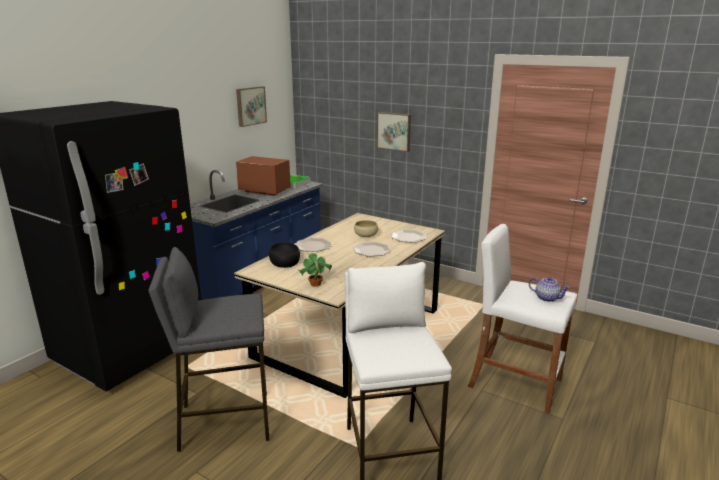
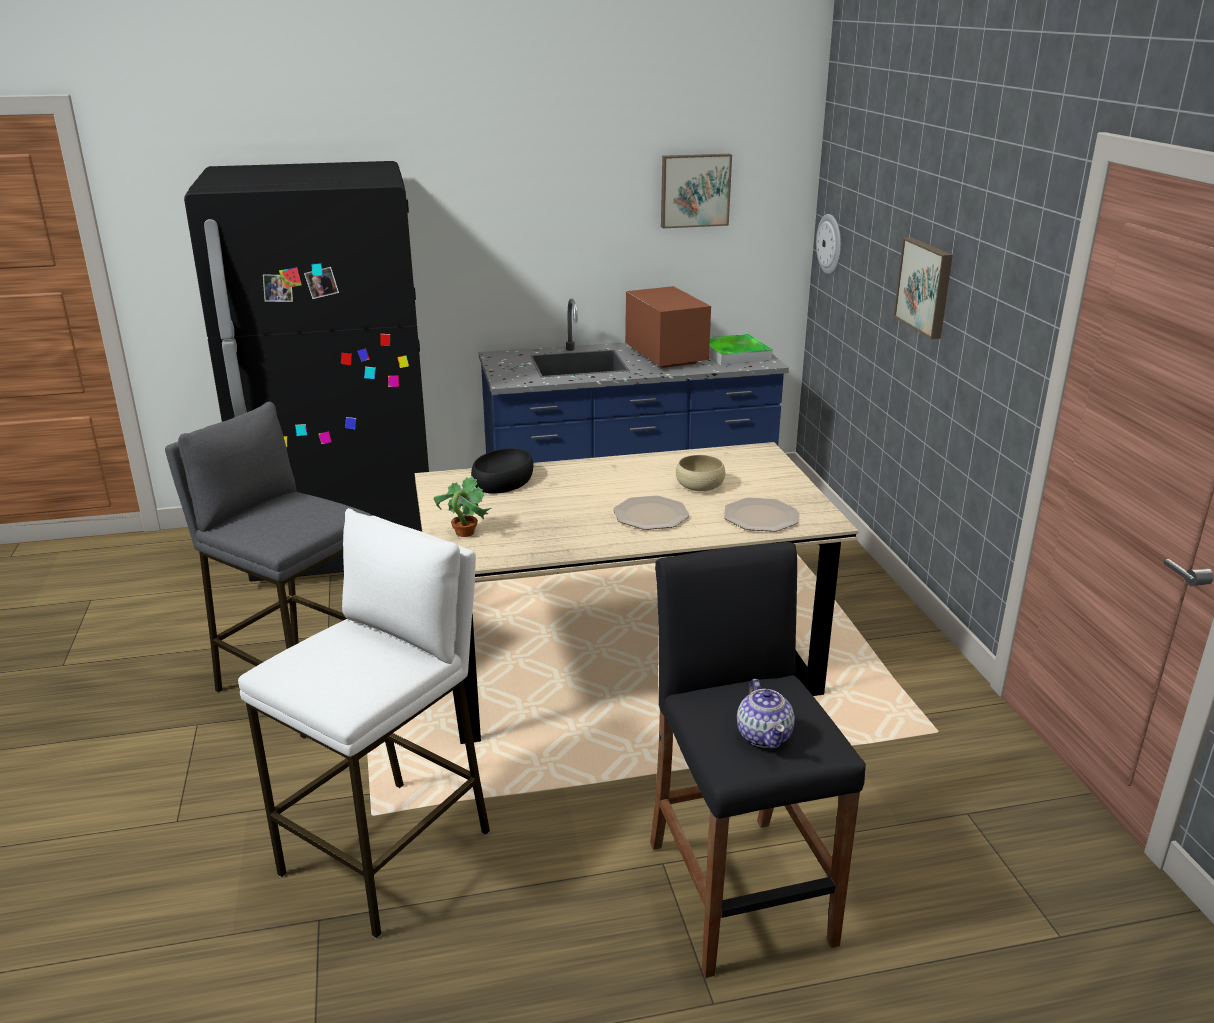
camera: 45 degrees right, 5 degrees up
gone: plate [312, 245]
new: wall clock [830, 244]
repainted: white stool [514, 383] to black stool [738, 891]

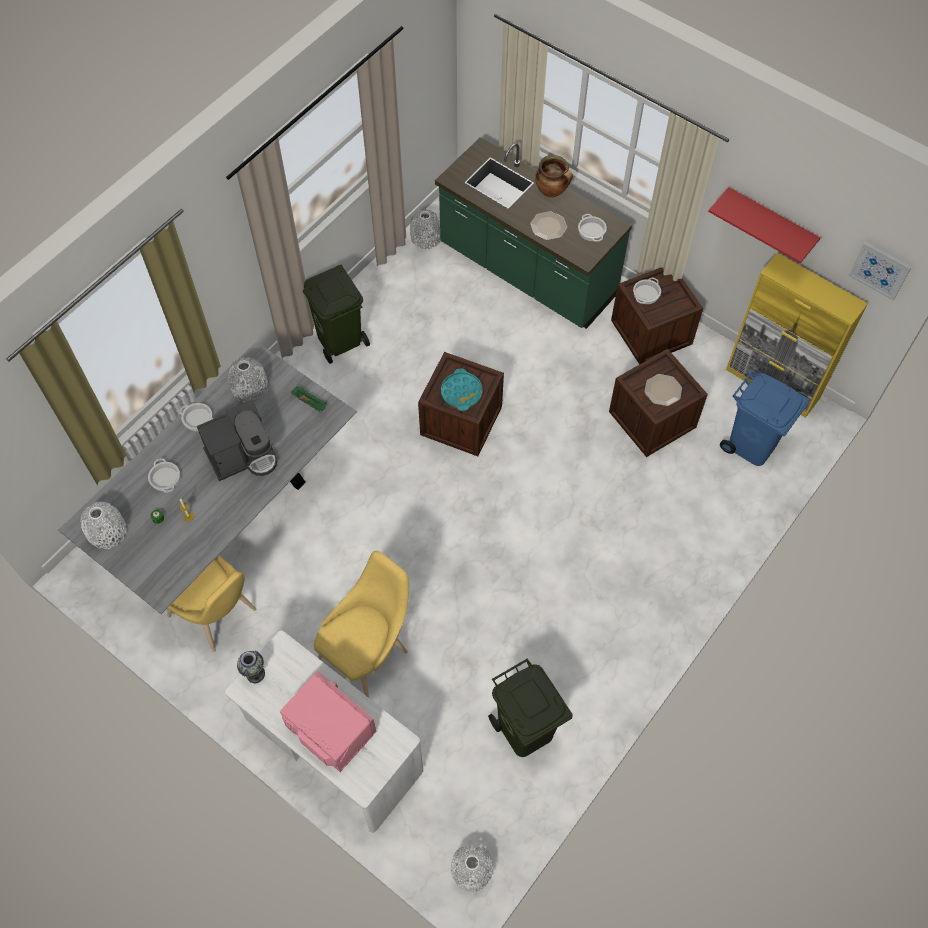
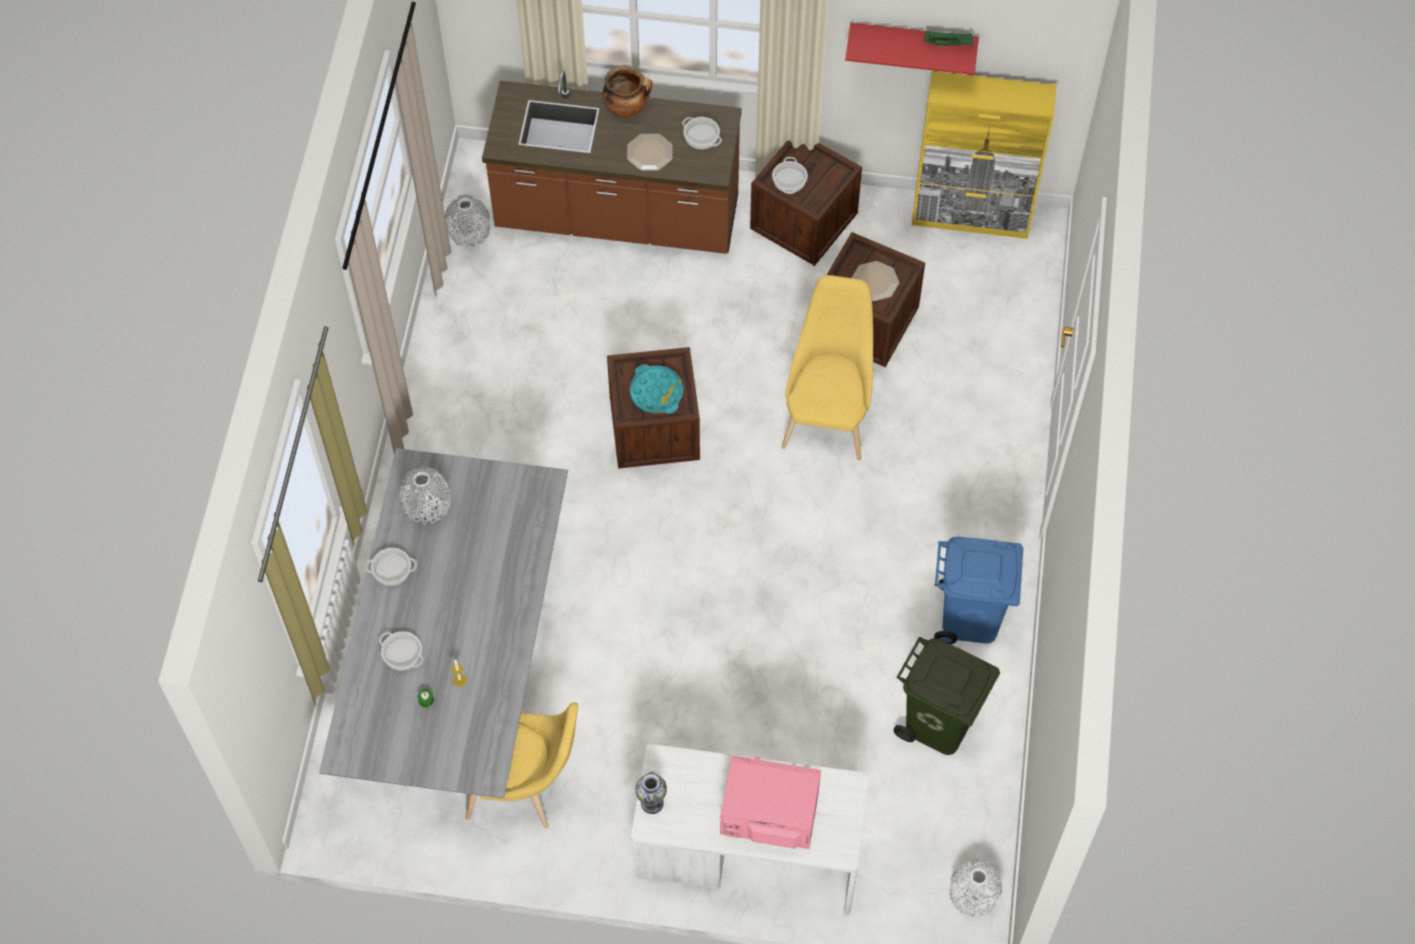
camera: 30 degrees left, 0 degrees up
gone: white vase [107, 532]; coffee machine [243, 456]; green trash can [340, 339]; picture [880, 270]
shifted: green tray [310, 403] to [948, 44]; yellow chair [368, 652] to [828, 415]; blue trash can [751, 445] to [970, 619]
repainted: green counter [527, 272] to brown counter [617, 217]

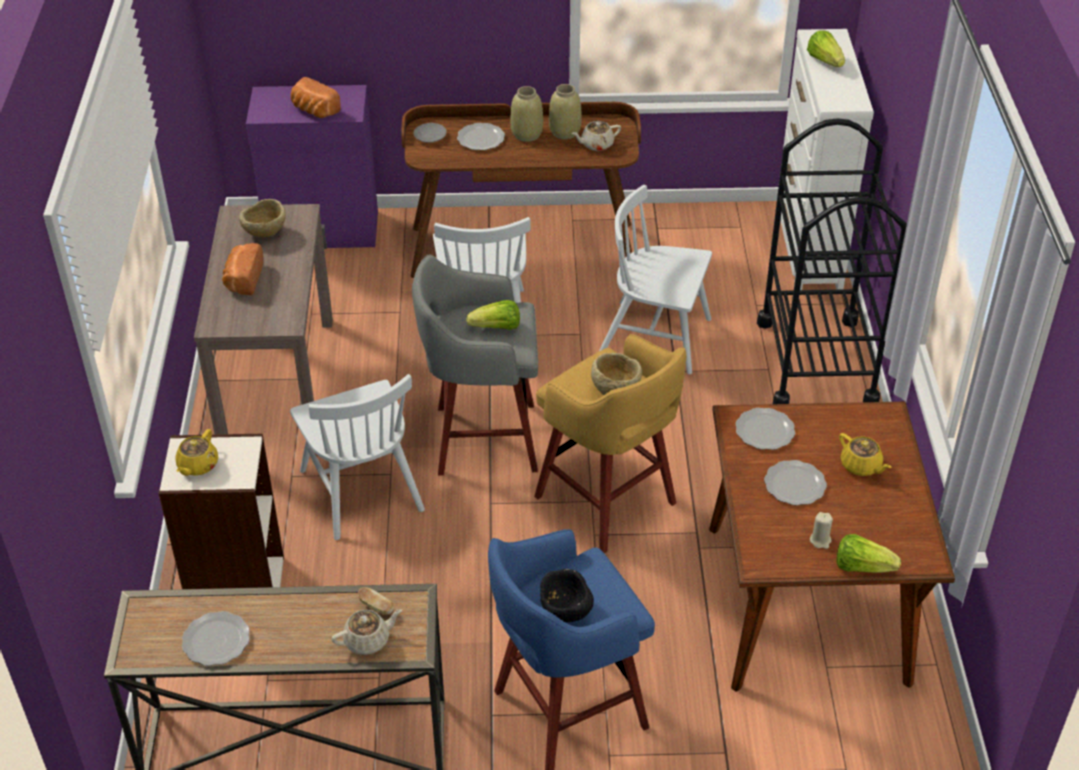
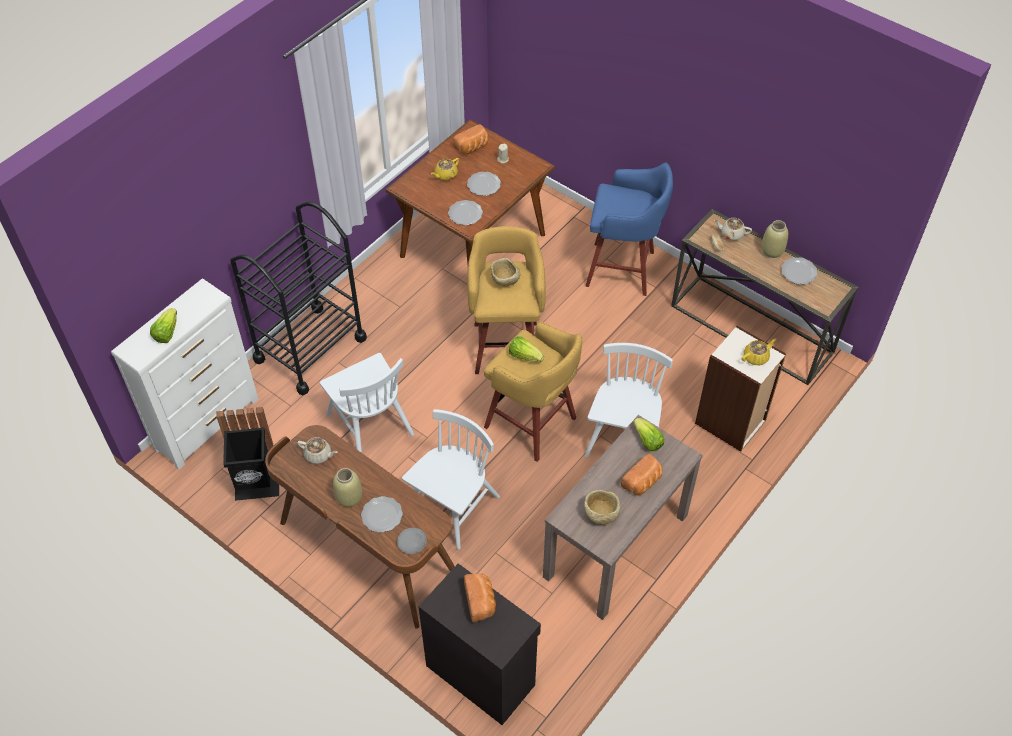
camera: 140 degrees left, 10 degrees up
gone: black bowl [565, 612]
new: black trash can [257, 484]; bread [472, 147]
shifted: beige vase [565, 132] to [771, 251]; lettuce [862, 567] to [647, 441]
repainted: purple cabinet [323, 231] to black cabinet [481, 673]; grey stool [482, 438] to yellow stool [532, 424]
rotated: yellow teapot [861, 466] = [445, 175] 135 degrees counterclockwise

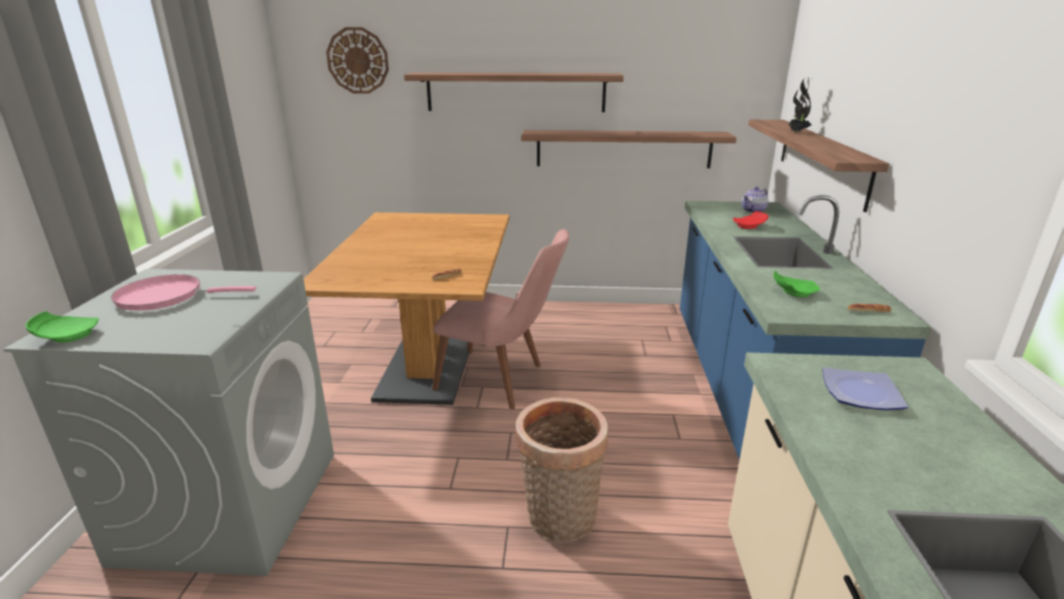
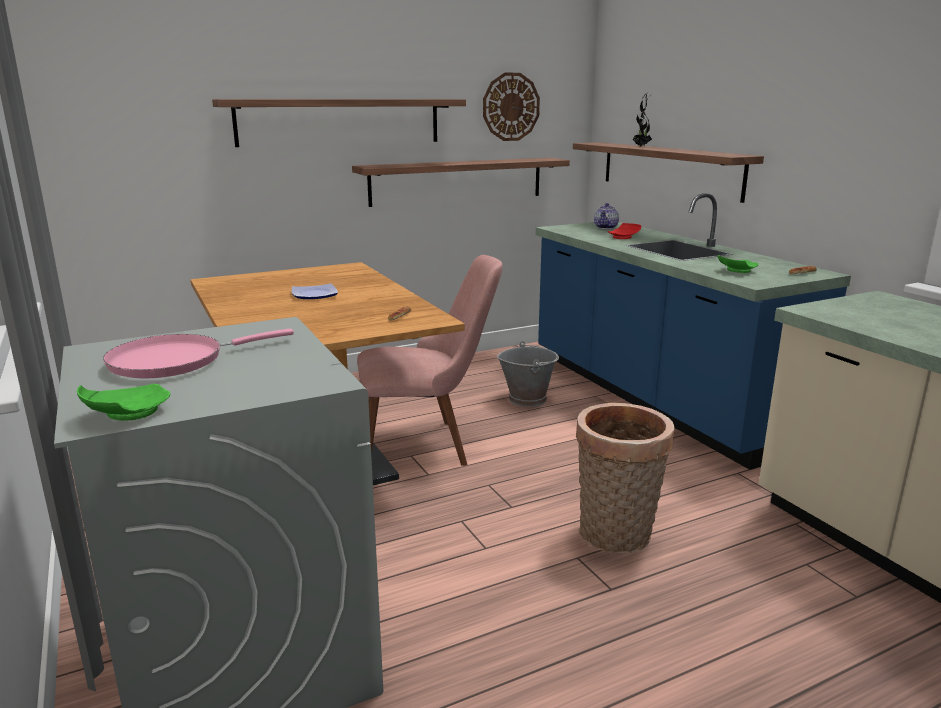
camera: 30 degrees left, 5 degrees down
new: grey bucket [527, 399]
shifted: wall clock [358, 60] to [511, 107]; plate [859, 394] to [314, 295]

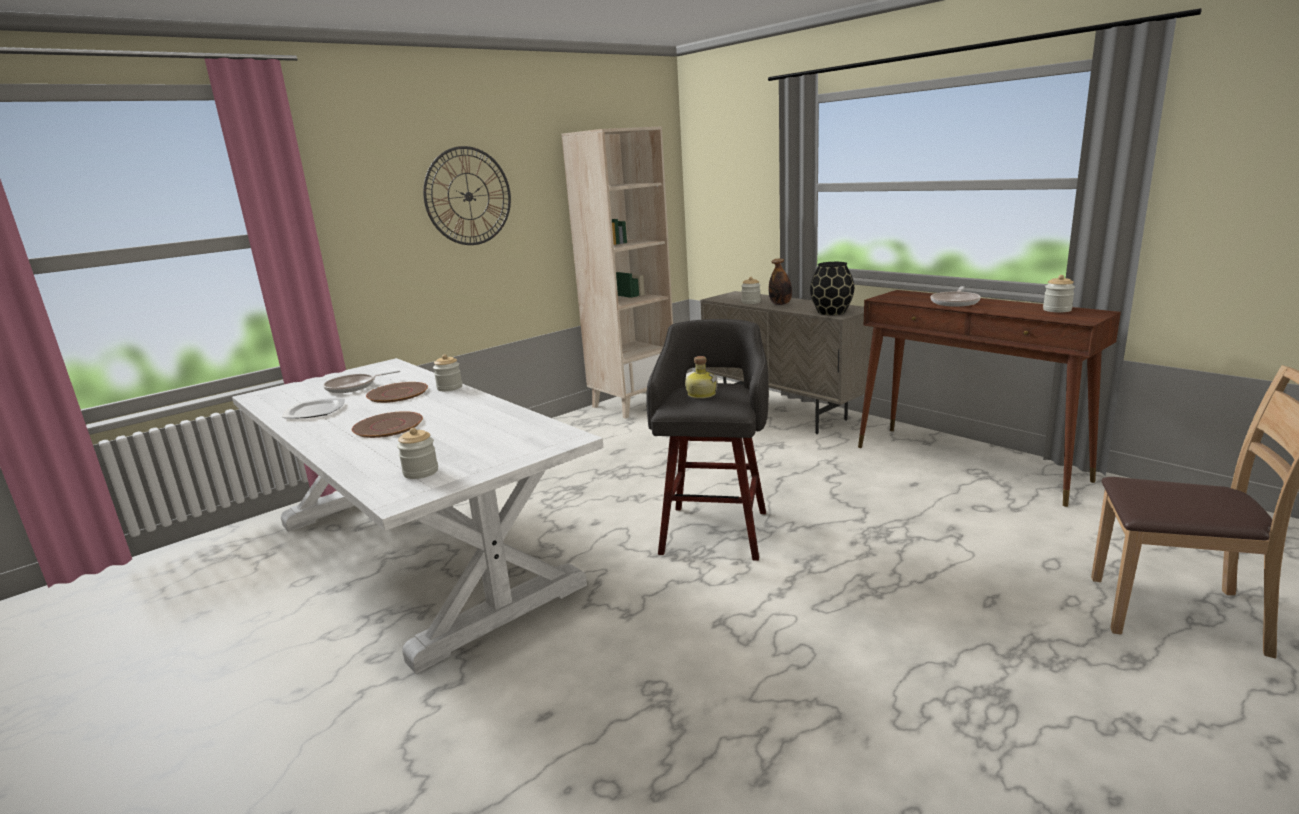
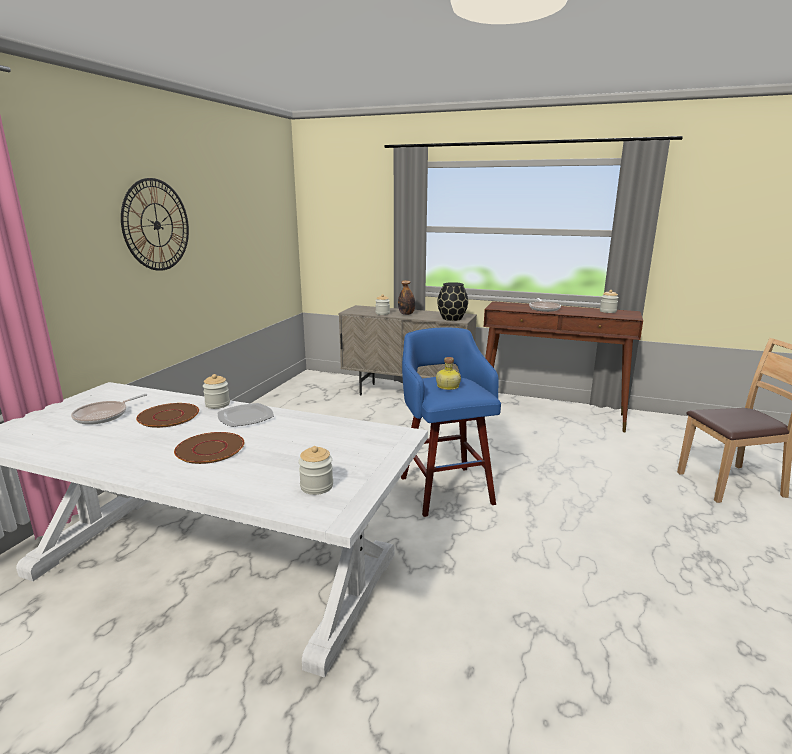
camera: 30 degrees left, 0 degrees up
gone: beige bookcase [633, 403]
shifted: plate [314, 411] to [245, 417]
repainted: grey stool [715, 530] to blue stool [445, 488]

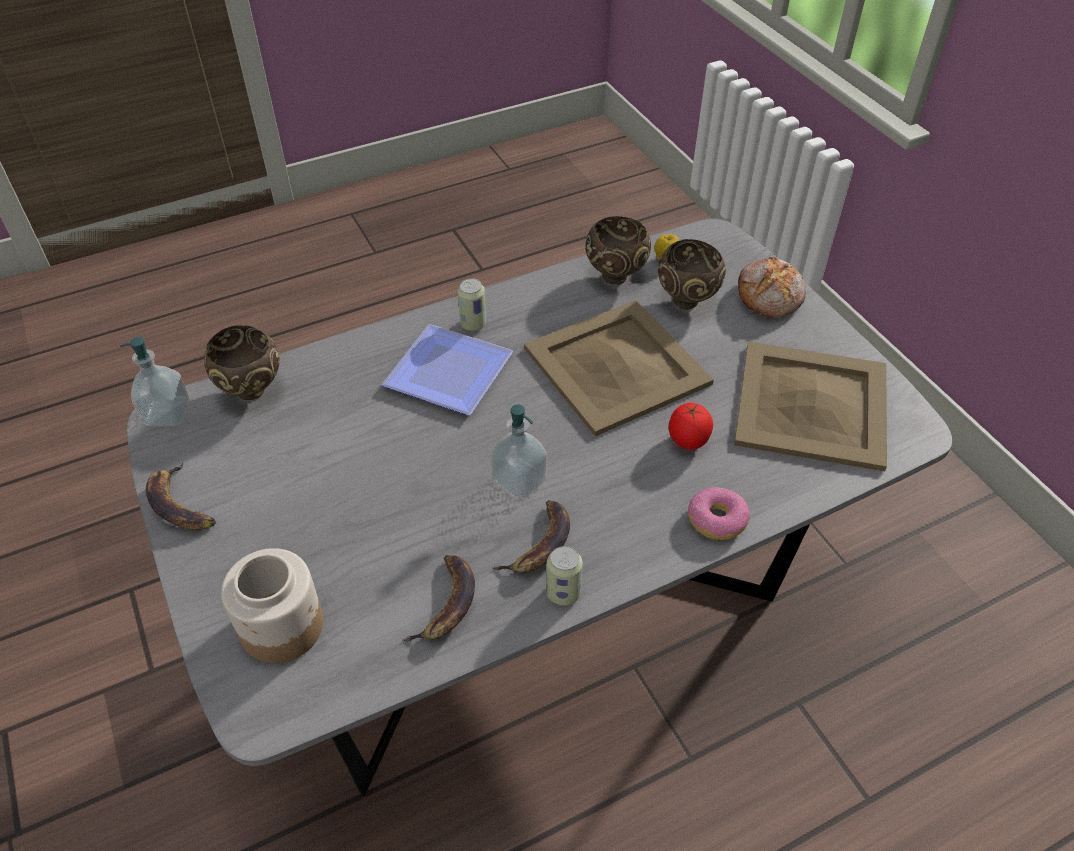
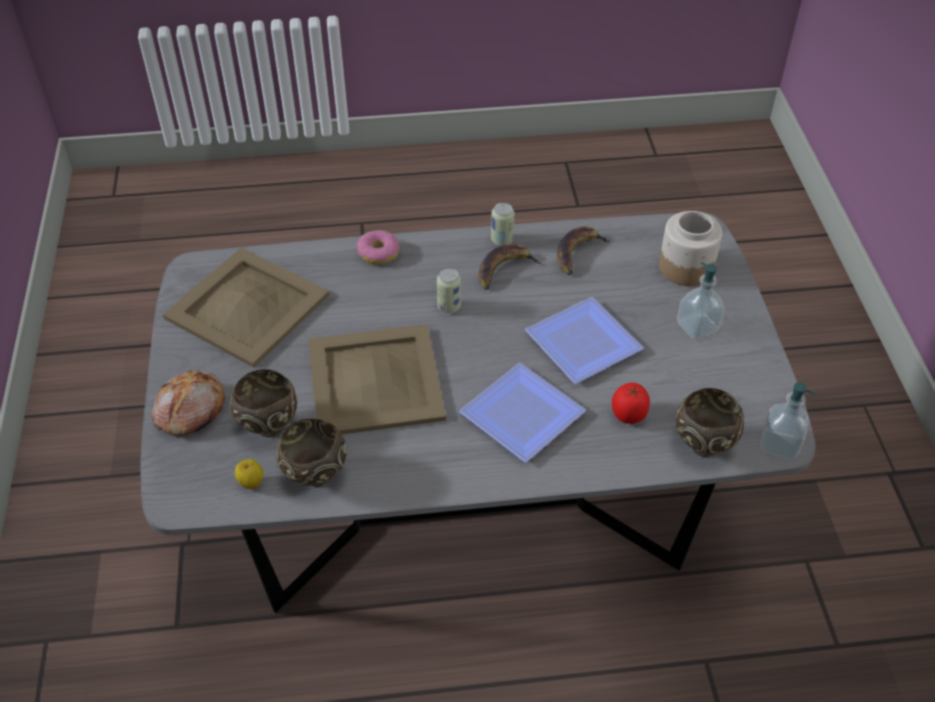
camera: 160 degrees left, 0 degrees up
gone: banana [180, 504]
new: plate [583, 340]
shifted: can [473, 324] to [449, 306]; soap dispenser [519, 480] to [697, 327]; tomato [687, 442] to [629, 415]

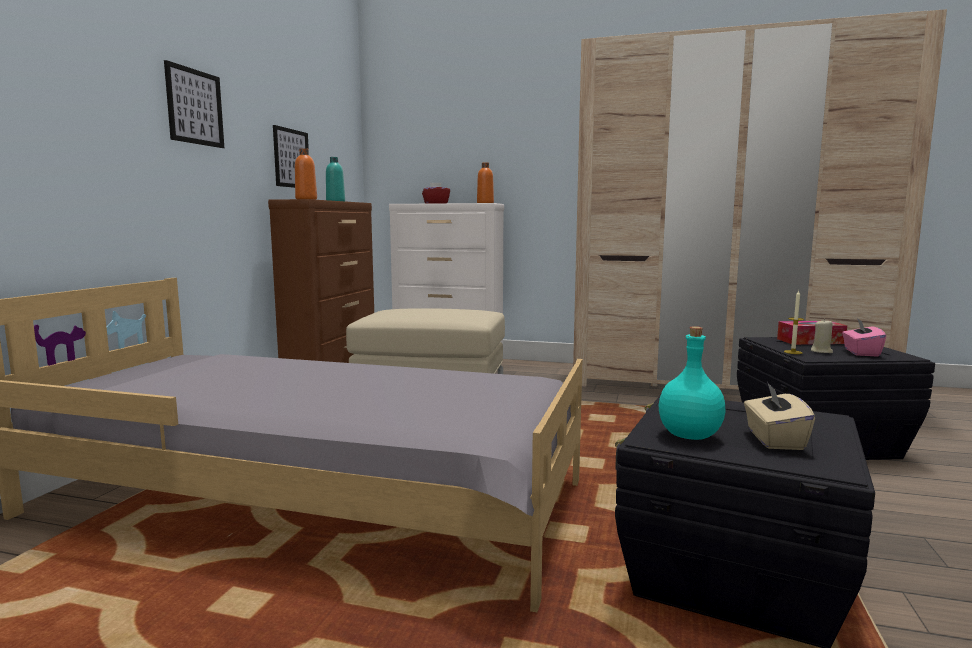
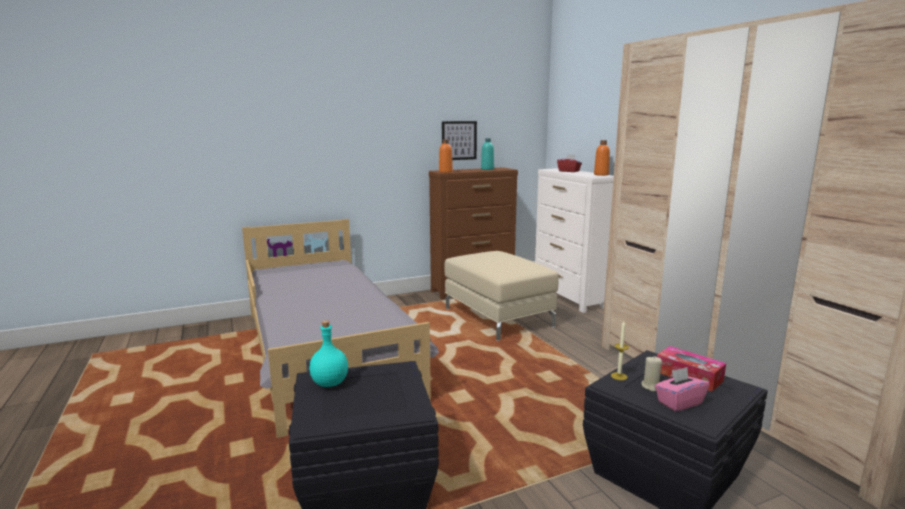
camera: 50 degrees right, 5 degrees up
gone: picture [194, 107]; beige tissue box [774, 439]

